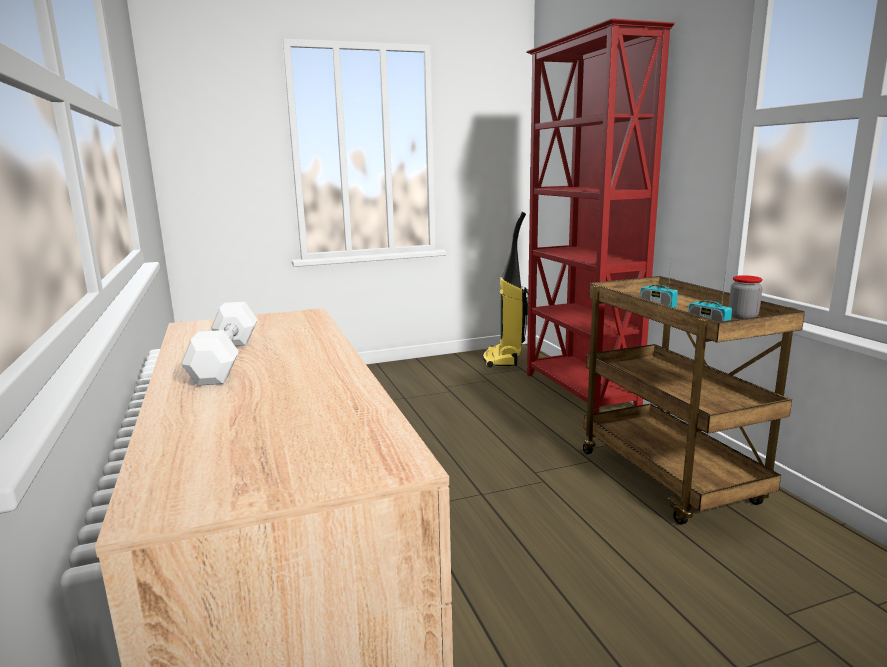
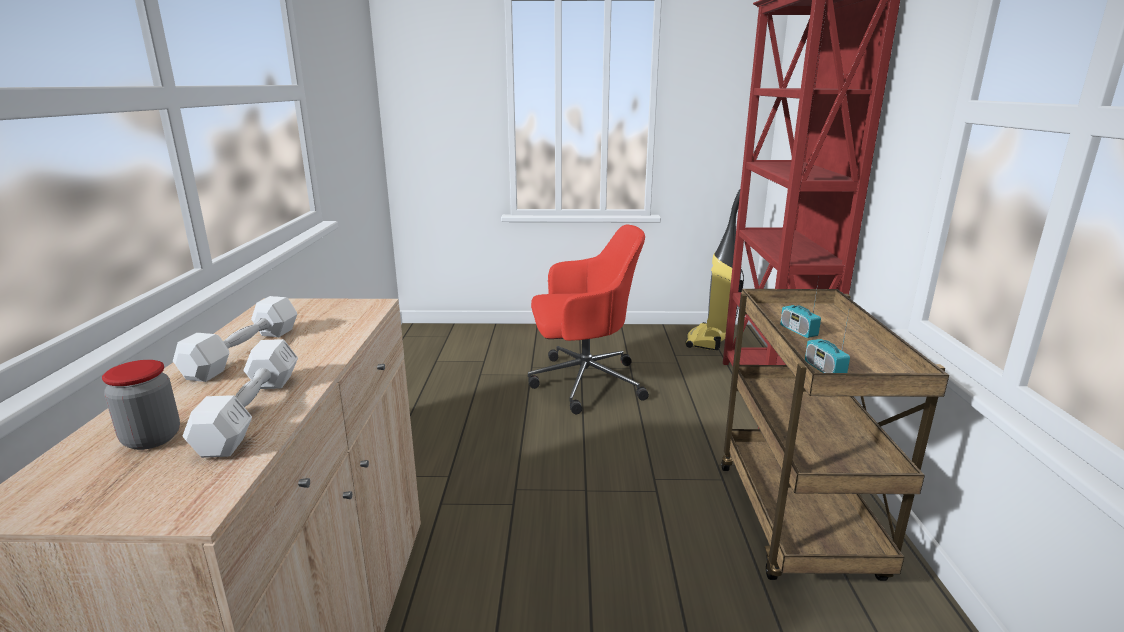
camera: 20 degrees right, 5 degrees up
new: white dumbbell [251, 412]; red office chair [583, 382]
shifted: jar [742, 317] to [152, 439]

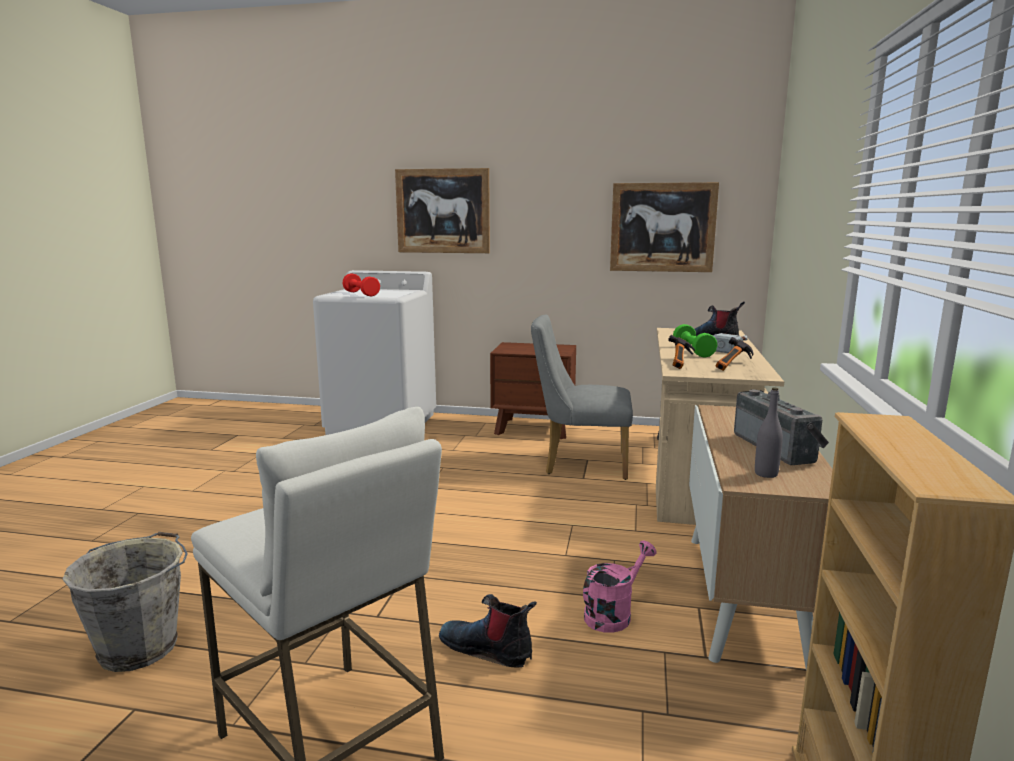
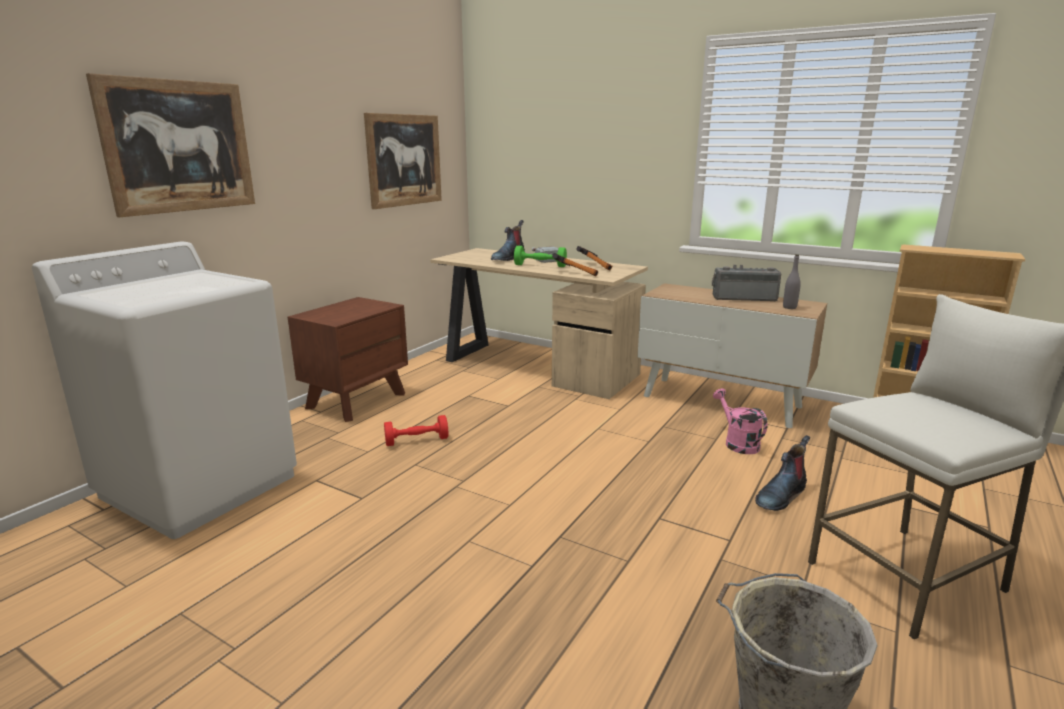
camera: 70 degrees left, 5 degrees up
gone: grey chair [579, 463]
shifted: red dumbbell [361, 294] to [417, 441]

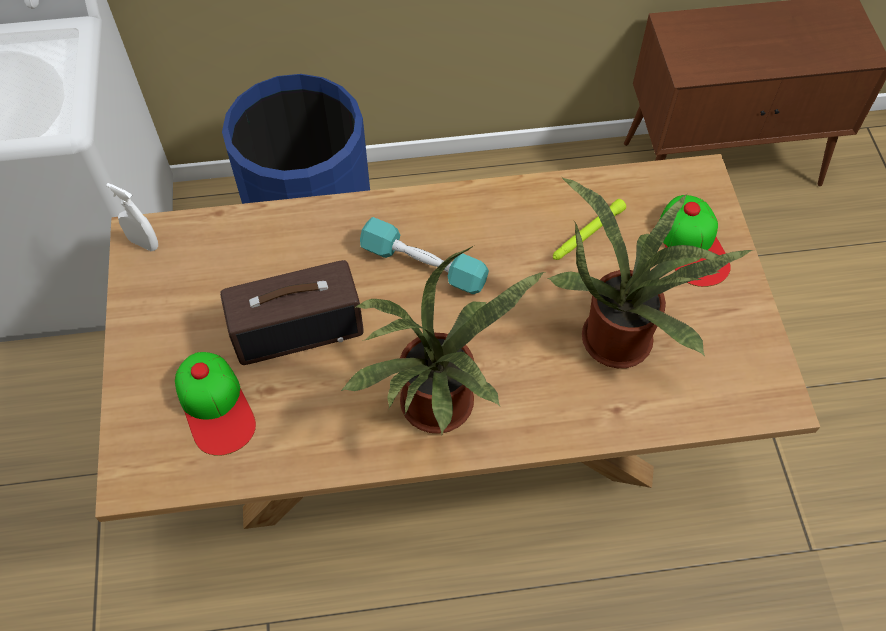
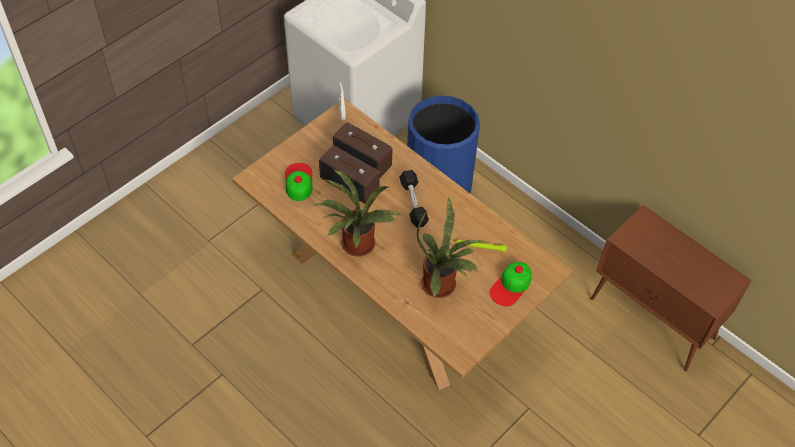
camera: 50 degrees right, 5 degrees down
new: radio [363, 160]
repainted: turquoise dumbbell [423, 265] to black dumbbell [413, 203]
rotated: cap [215, 406] = [298, 181] 150 degrees clockwise

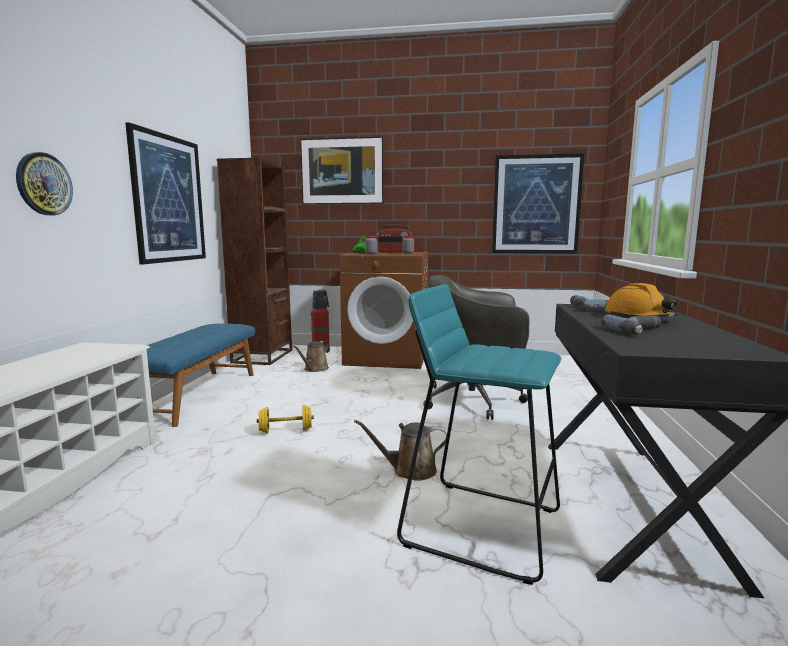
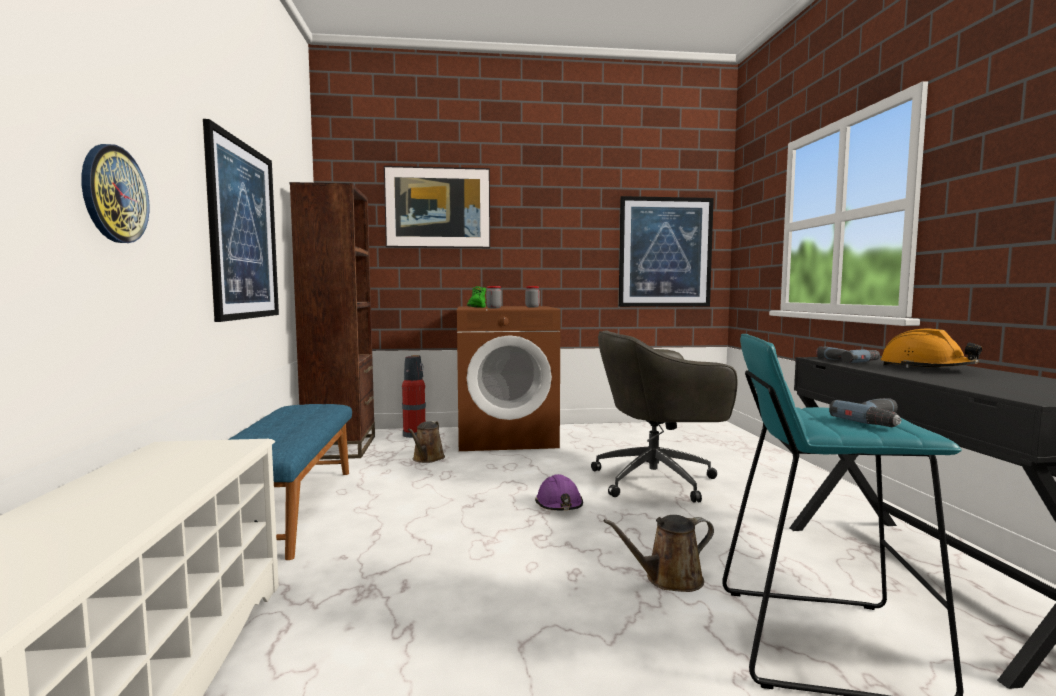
camera: 15 degrees left, 5 degrees down
gone: yellow dumbbell [286, 431]; radio [394, 252]
new: purple hard hat [559, 505]
shifted: power drill [639, 331] to [880, 420]

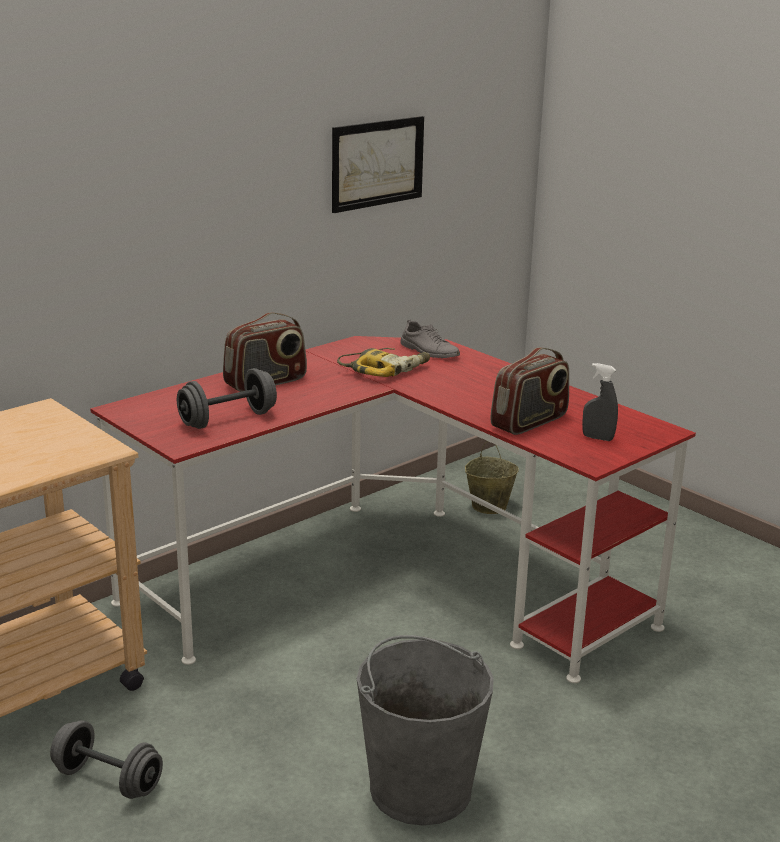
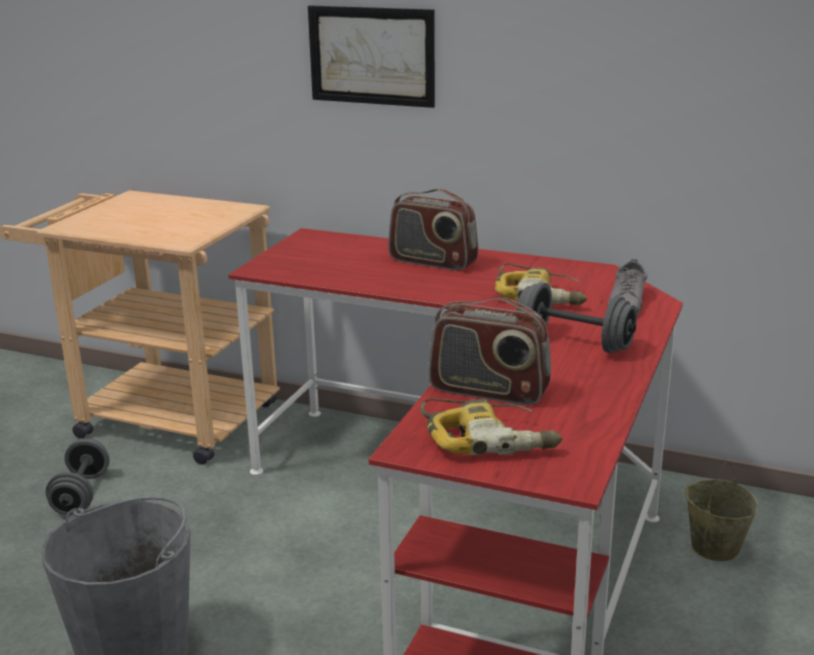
camera: 65 degrees right, 0 degrees up
shifted: grey dumbbell [227, 419] to [574, 342]; picture [377, 163] to [371, 56]
swapped: grey spray bottle [597, 438] to power drill [489, 439]

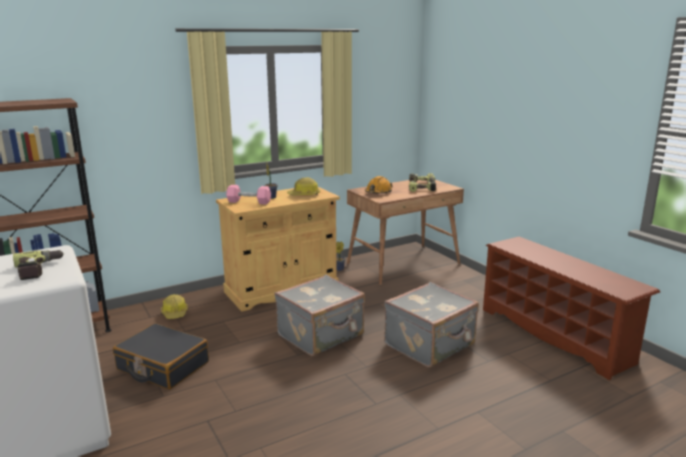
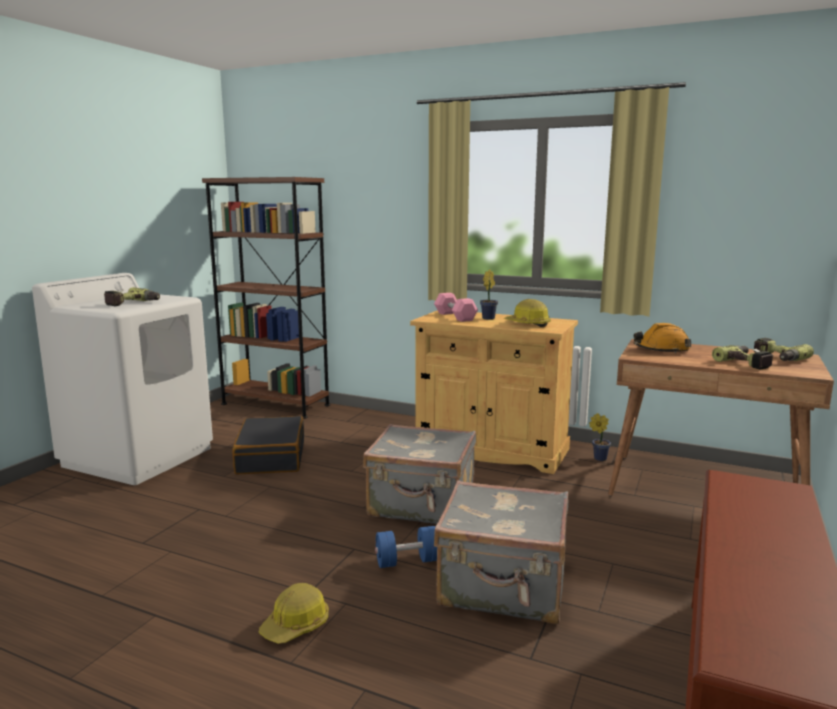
camera: 55 degrees right, 5 degrees down
new: blue dumbbell [407, 561]
shifted: hard hat [175, 313] to [296, 625]

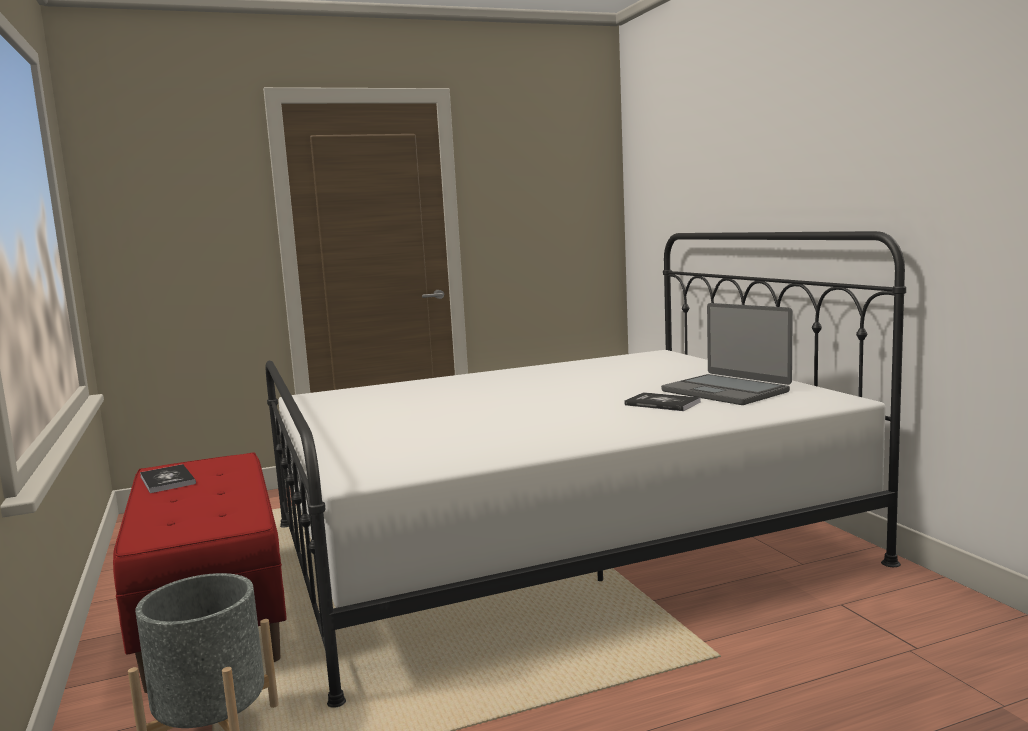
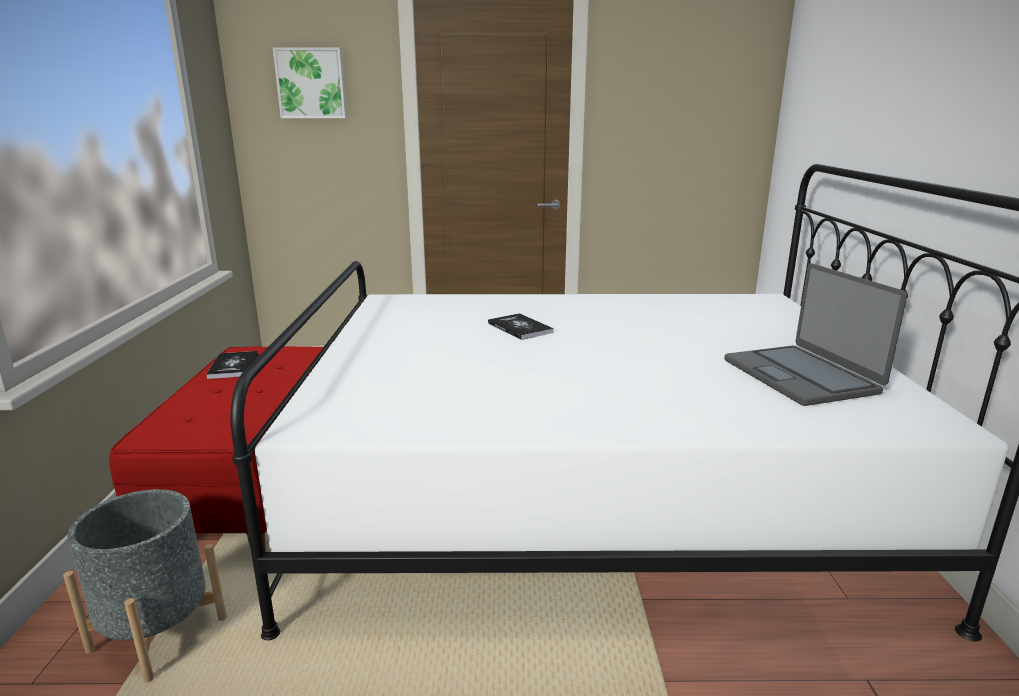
camera: 20 degrees right, 10 degrees up
new: picture [311, 83]
shifted: book [662, 403] to [520, 328]

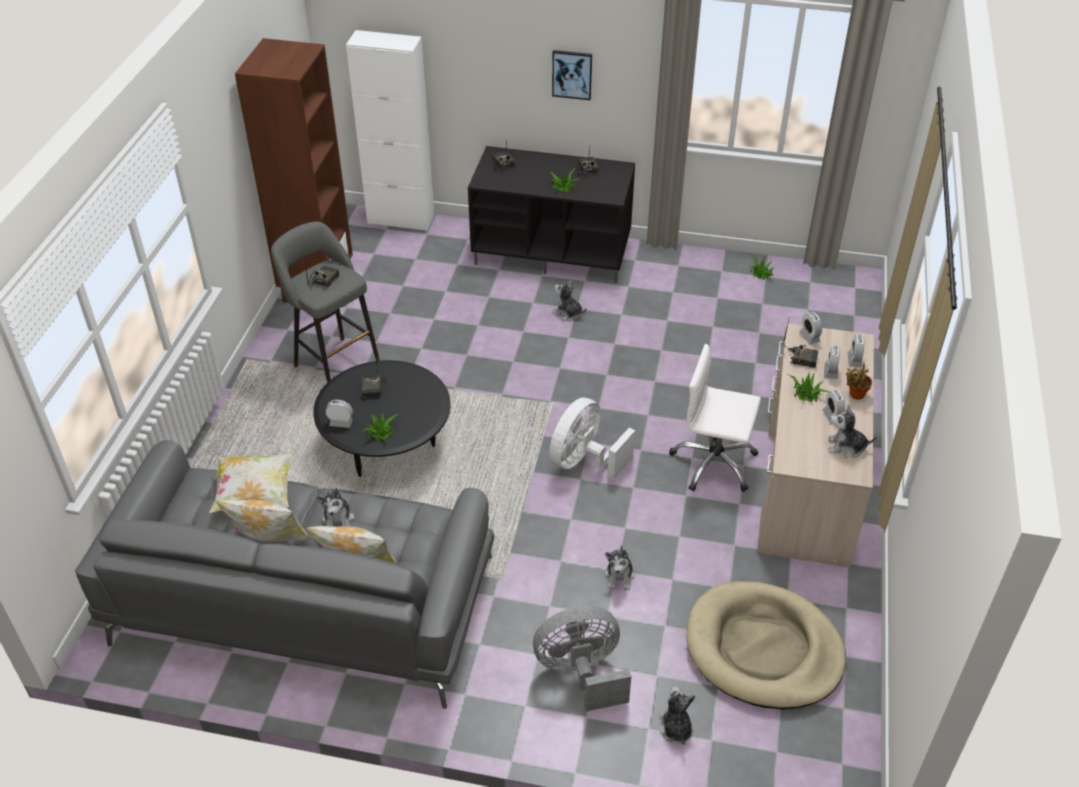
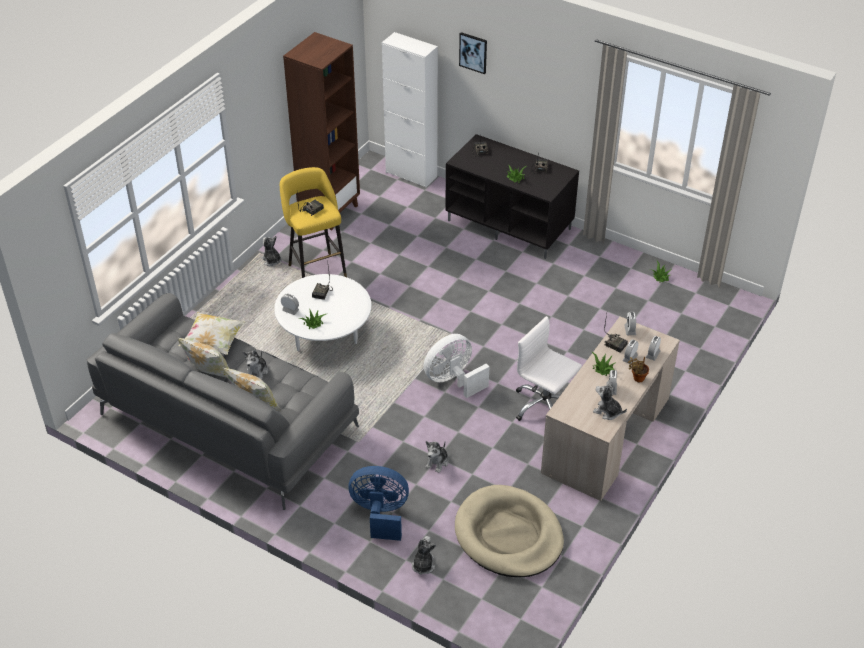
camera: 20 degrees right, 0 degrees up
shifted: picture [572, 74] to [473, 52]; plush toy [568, 313] to [272, 260]
repainted: grey stool [334, 363] to yellow stool [316, 270]; black coffee table [387, 446] to white coffee table [325, 336]; grey fan [581, 673] to blue fan [380, 514]

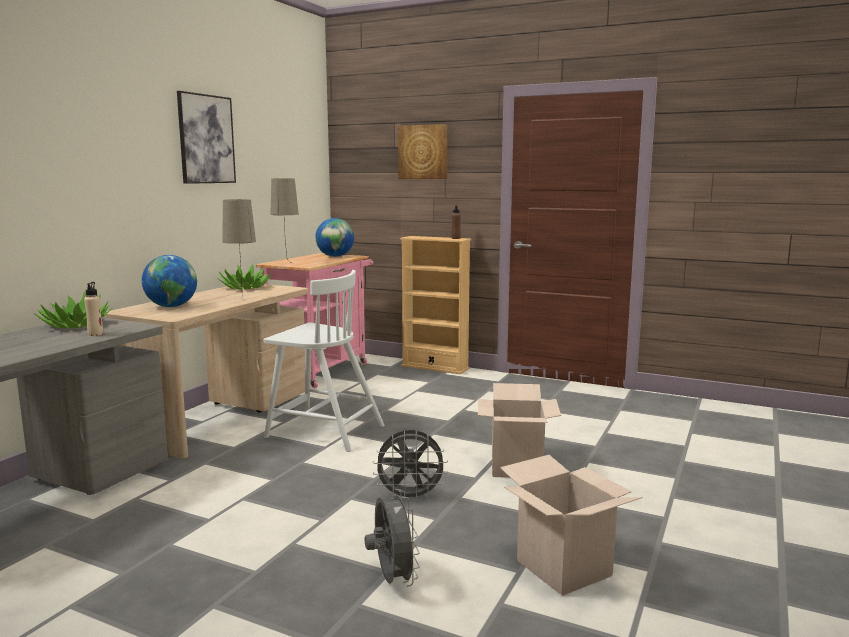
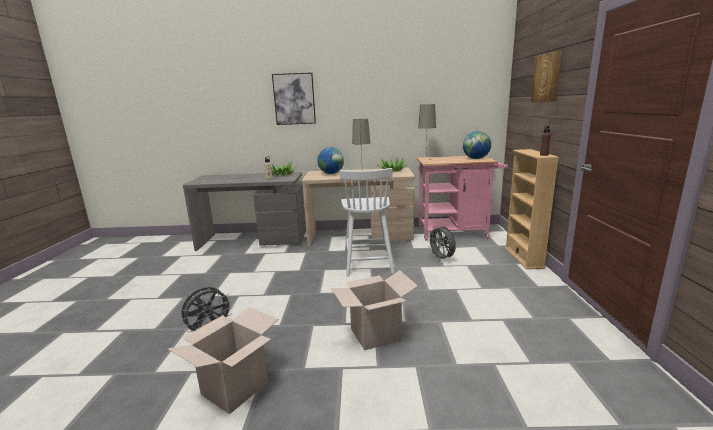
camera: 65 degrees right, 5 degrees up
shifted: picture [206, 139] to [294, 99]; grey fan [410, 497] to [442, 259]

